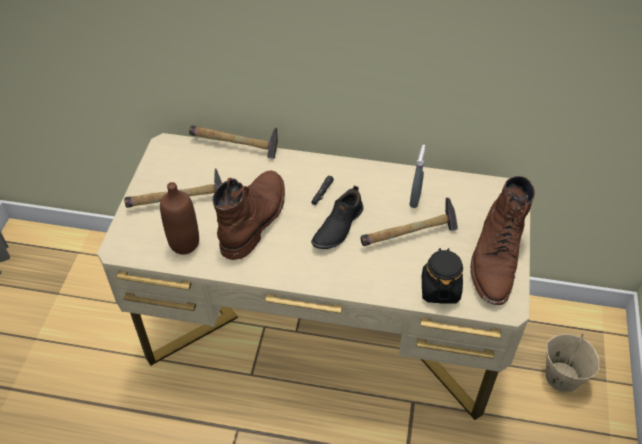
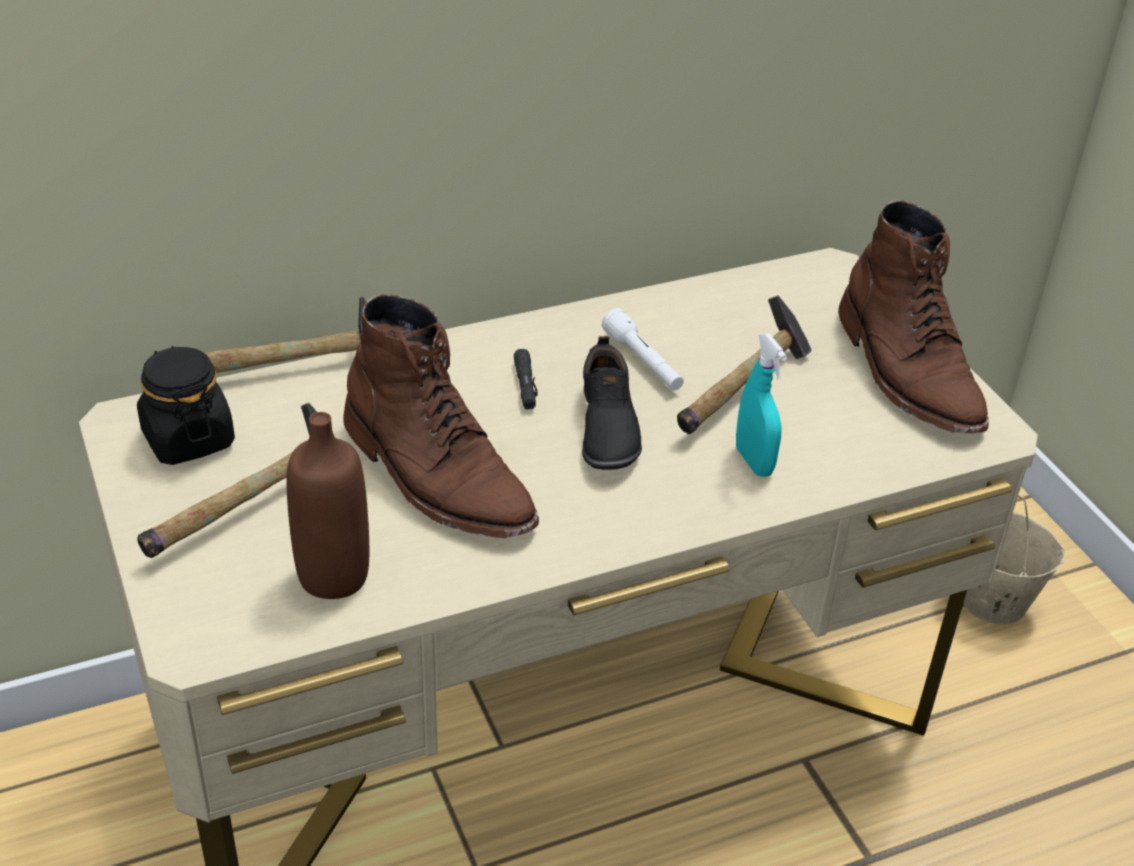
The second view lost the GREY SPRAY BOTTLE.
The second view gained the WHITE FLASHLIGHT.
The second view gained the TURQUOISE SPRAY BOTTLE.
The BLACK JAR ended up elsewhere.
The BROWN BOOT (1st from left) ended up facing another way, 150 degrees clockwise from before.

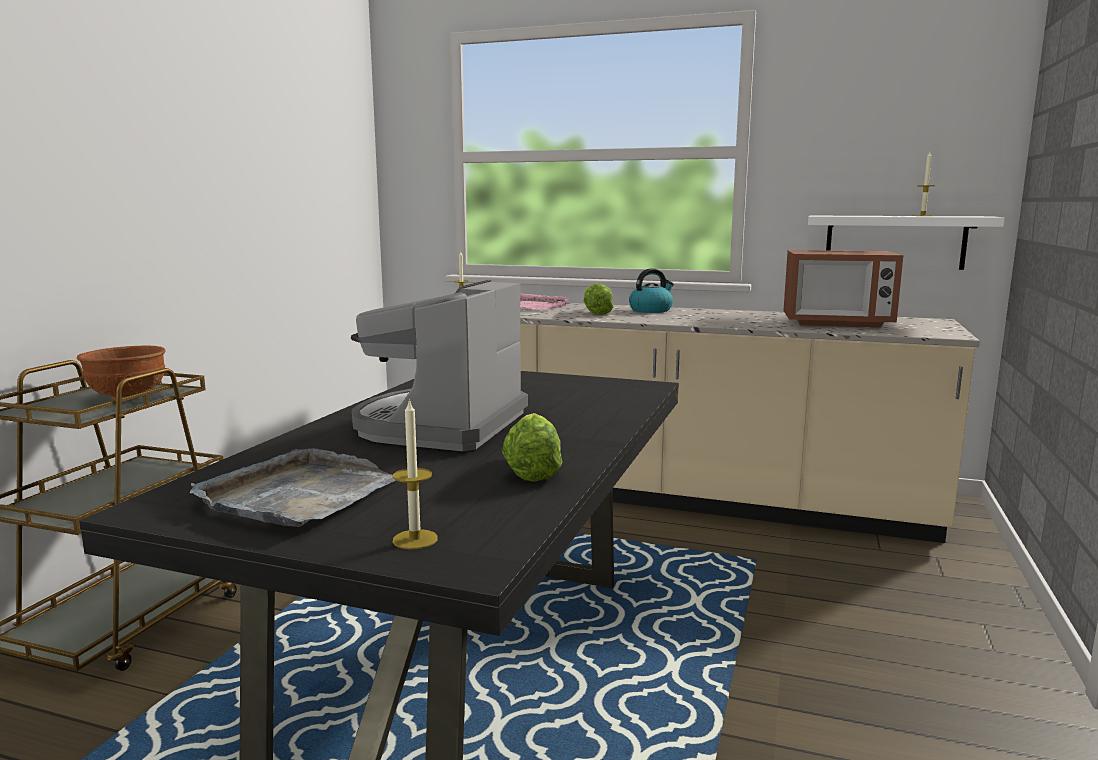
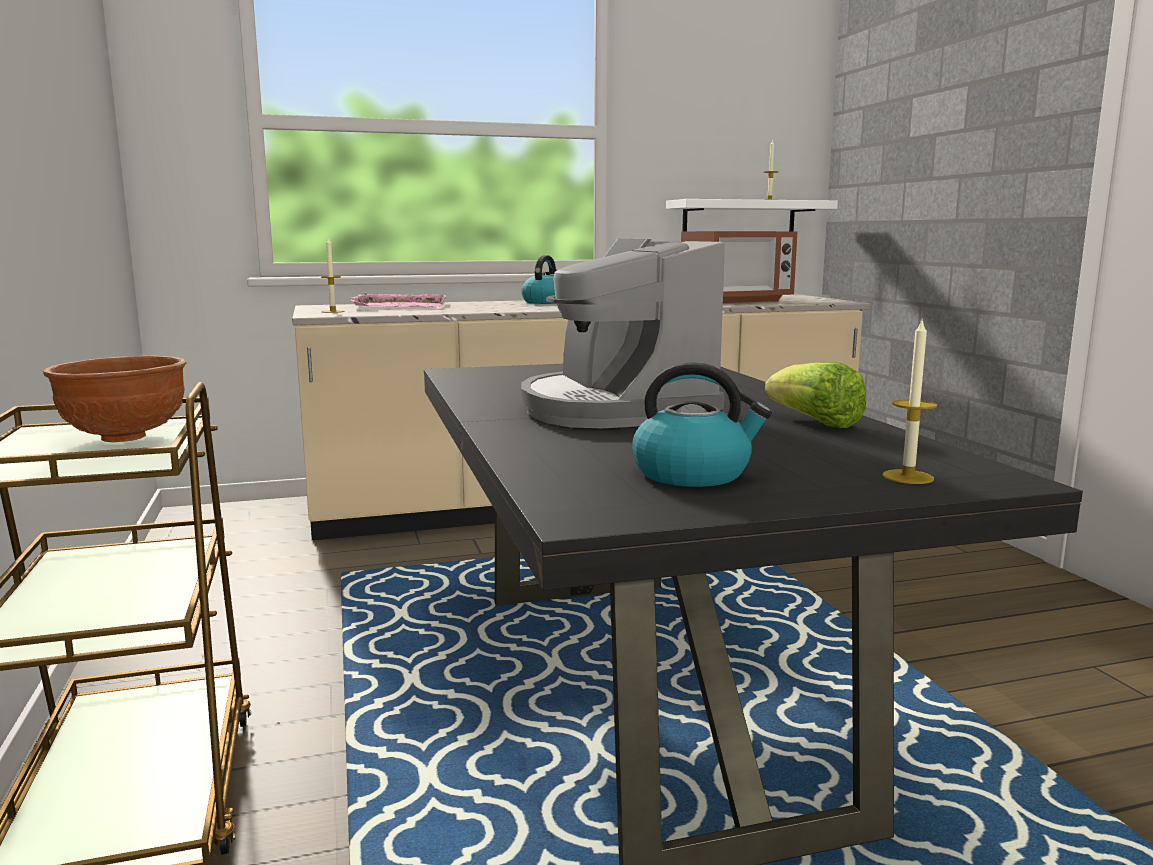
The second view lost the LETTUCE (2nd from left).
Where the GREY TRAY stood, the KETTLE (2nd from left) came to stand.

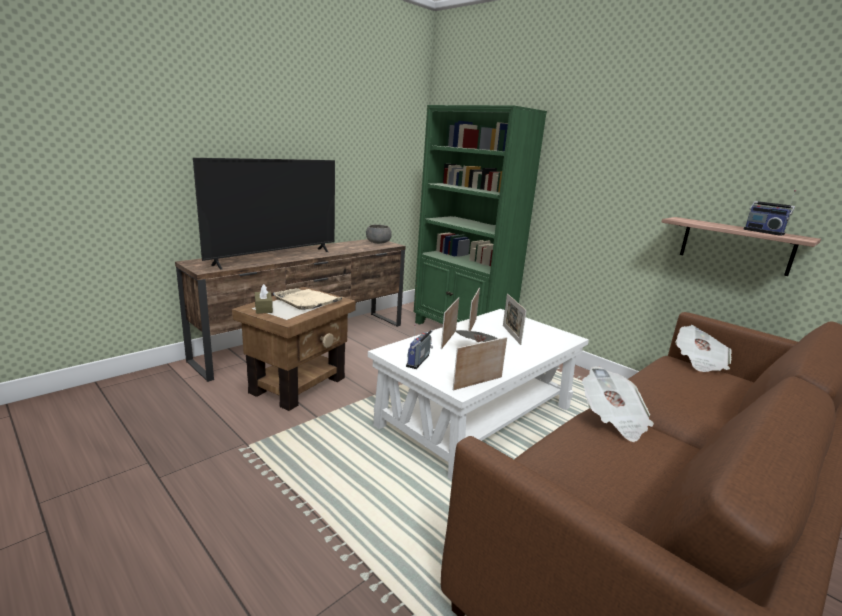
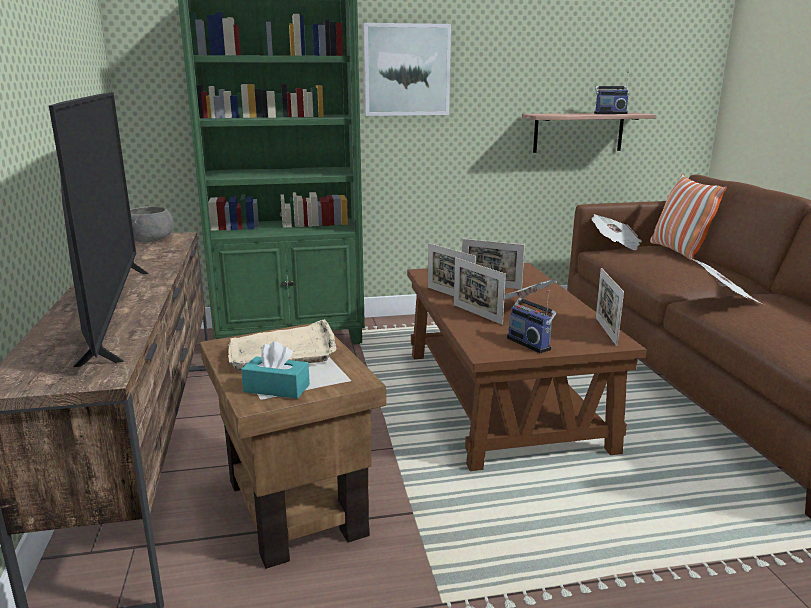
The second view gained the PICTURE.
The second view gained the PILLOW.
What was the BROWN TISSUE BOX turned into the TURQUOISE TISSUE BOX.
What was the WHITE COFFEE TABLE turned into the BROWN COFFEE TABLE.

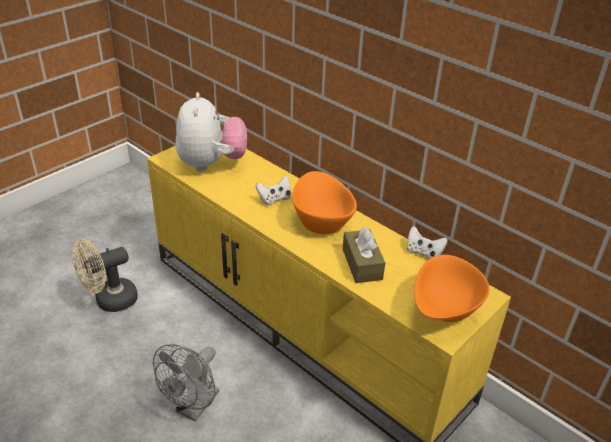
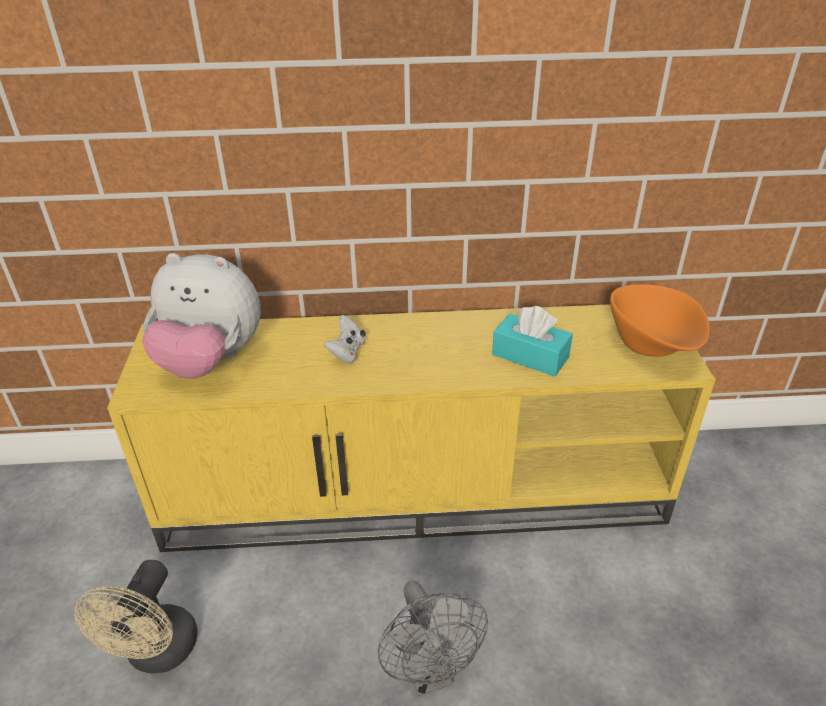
The second view lost the ORANGE BOWL (1st from left).
The second view lost the WHITE GAME CONTROLLER (2nd from left).
What was the BROWN TISSUE BOX turned into the TURQUOISE TISSUE BOX.
The PLUSH TOY ended up facing another way, 150 degrees clockwise from before.

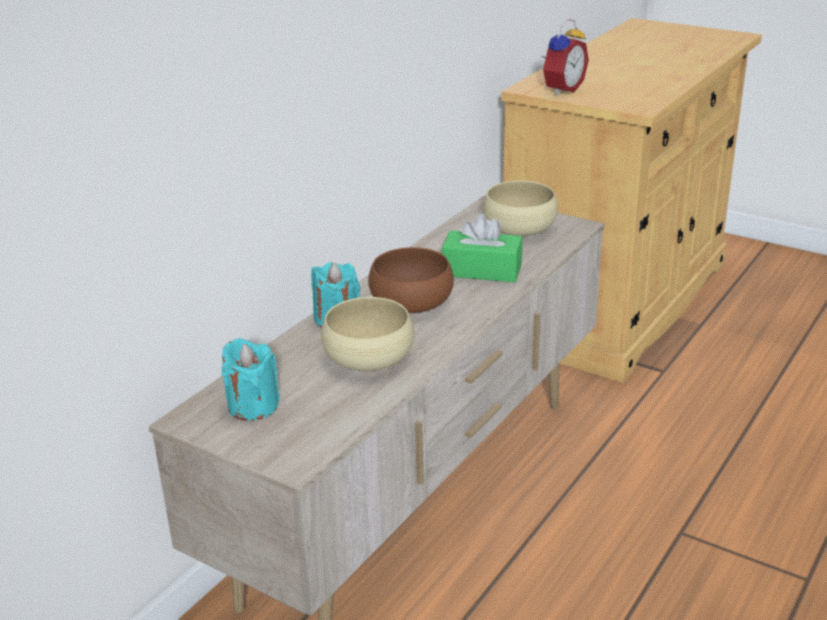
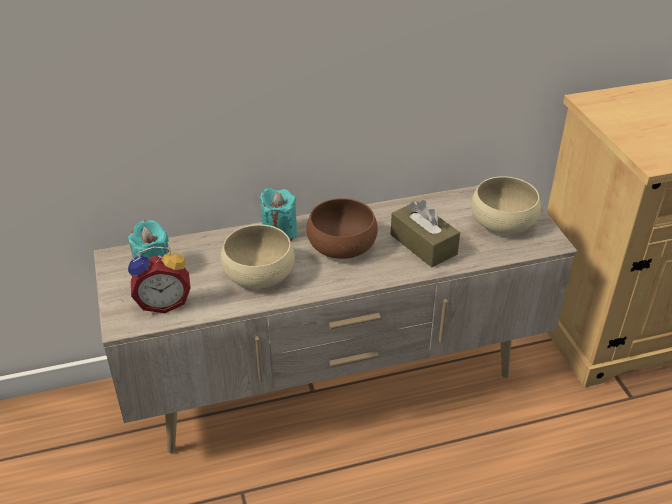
The ALARM CLOCK ended up elsewhere.
What was the GREEN TISSUE BOX turned into the BROWN TISSUE BOX.

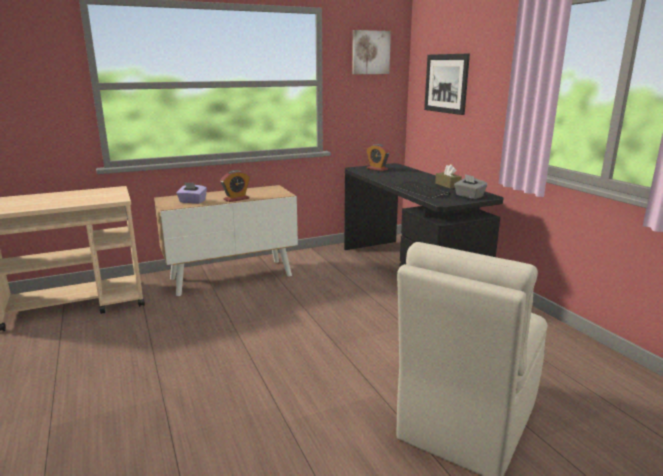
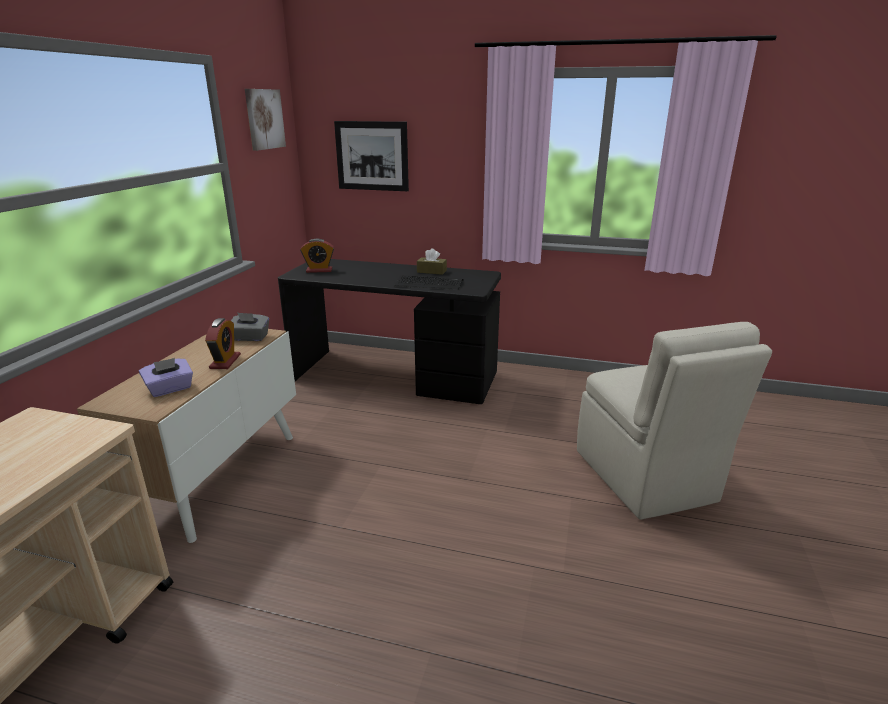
The GREY TISSUE BOX ended up elsewhere.

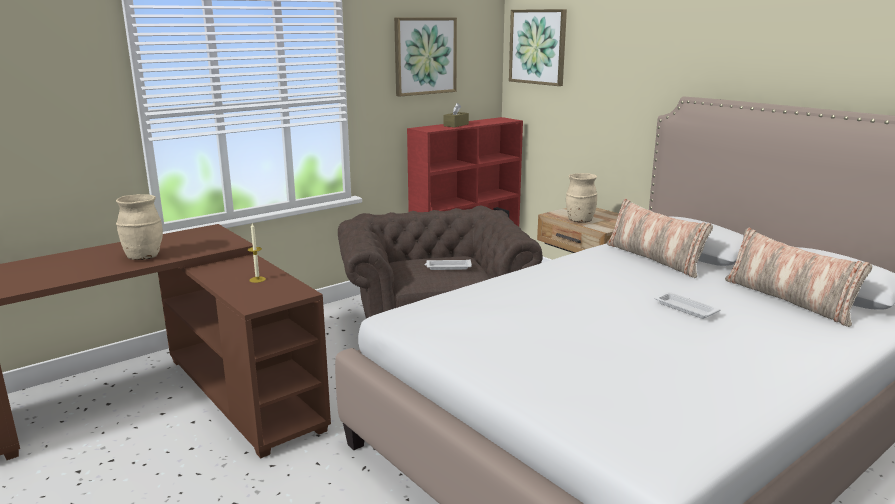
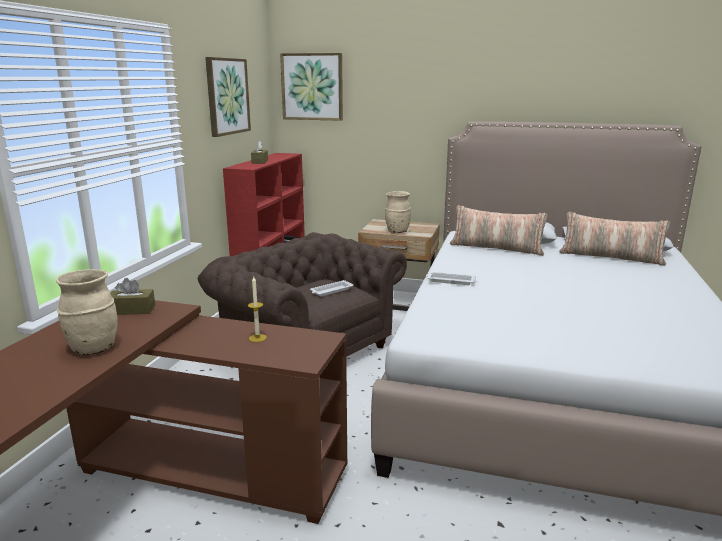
The second view gained the BROWN TISSUE BOX (1st from left).
The WHITE TRAY (2nd from left) ended up elsewhere.

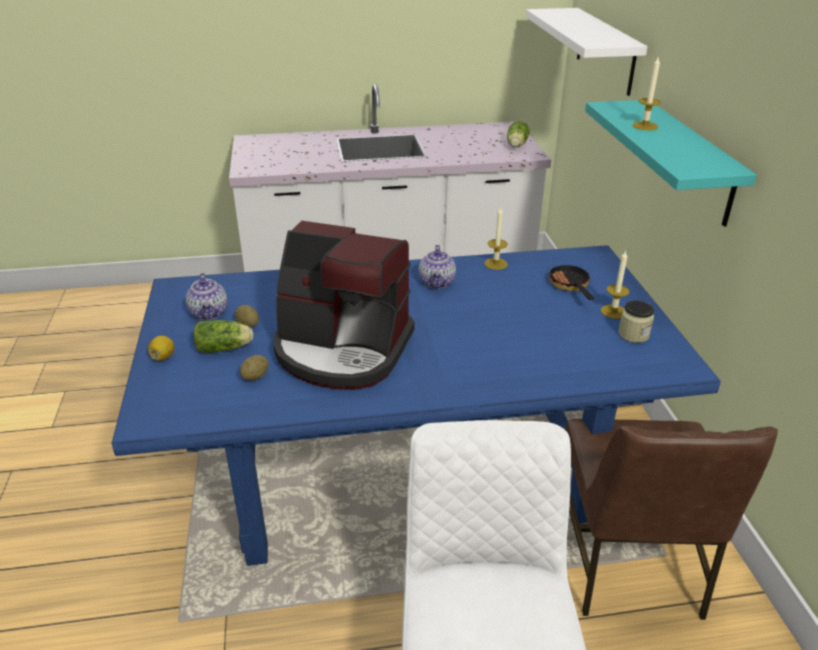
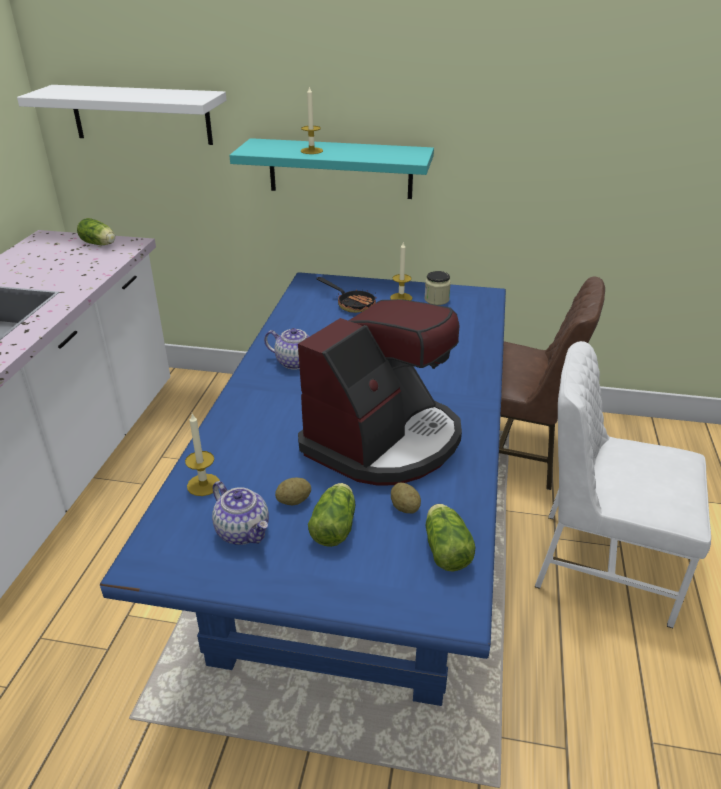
The second view lost the LEMON.
The second view gained the LETTUCE (3rd from left).
The CANDLE (1st from left) ended up elsewhere.
The TEAPOT (1st from left) ended up facing another way, 45 degrees clockwise from before.
The FRYING PAN ended up facing another way, 150 degrees counterclockwise from before.

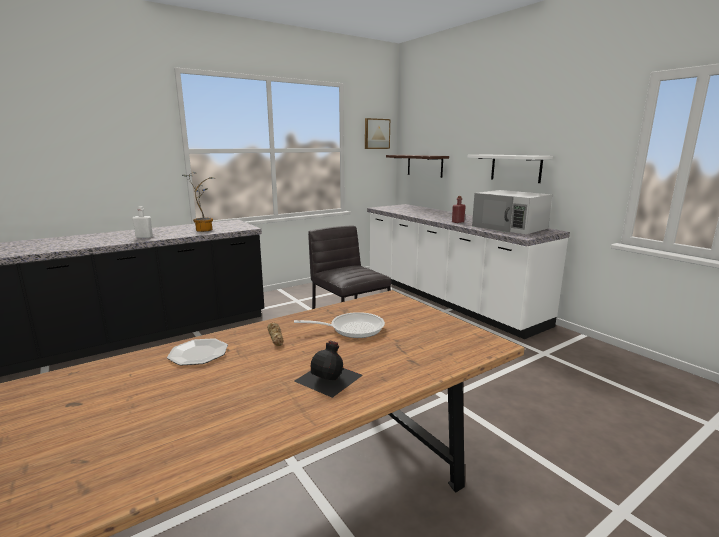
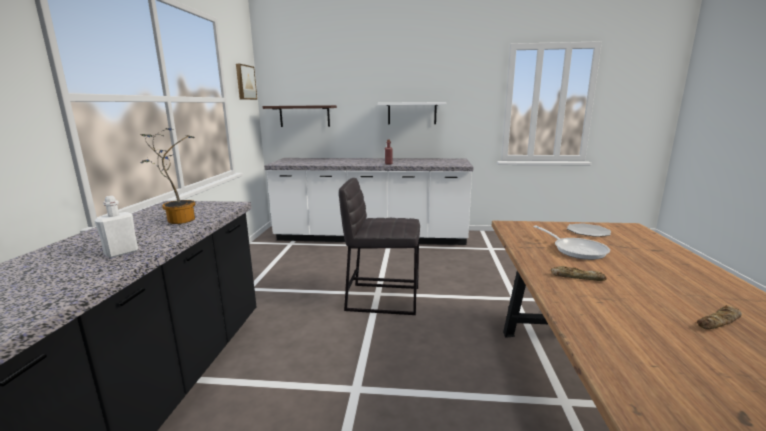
The second view lost the BLACK BOTTLE.
The second view lost the WHITE MICROWAVE.
The second view gained the BREAD (2nd from left).
The PLATE ended up elsewhere.
The FRYING PAN ended up facing another way, 120 degrees clockwise from before.

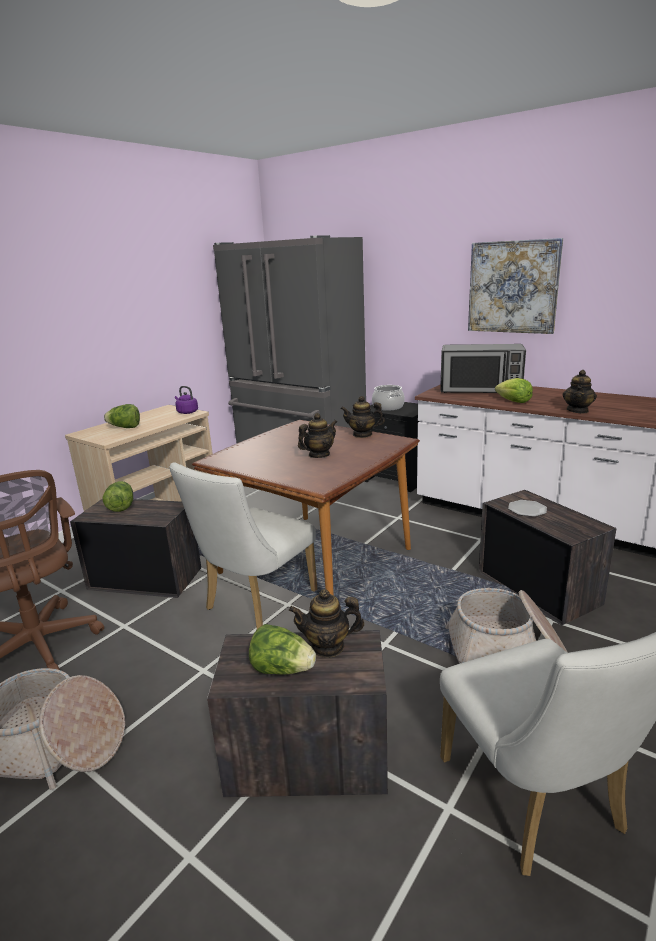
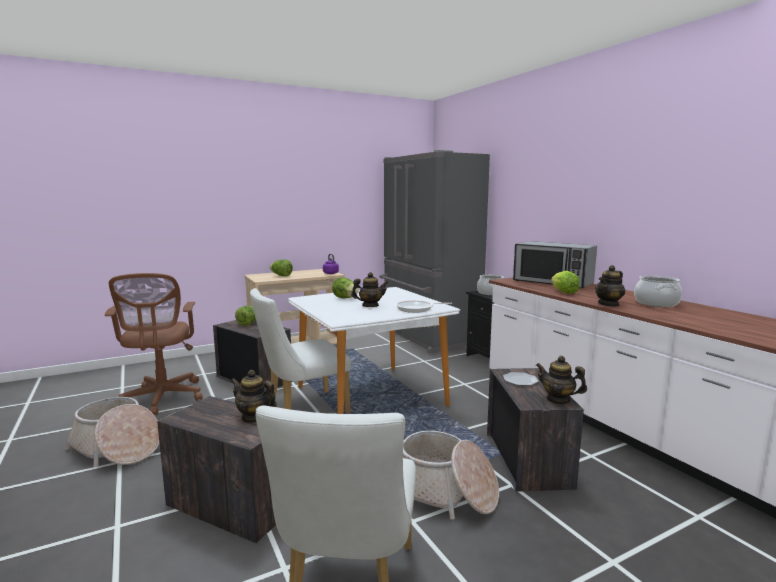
The second view lost the PICTURE.
The second view gained the FRYING PAN.
The second view gained the COOKING POT (2nd from left).
The LETTUCE (3rd from left) ended up elsewhere.
The TEAPOT (3rd from left) ended up elsewhere.
What was the BROWN DINING TABLE turned into the WHITE DINING TABLE.

